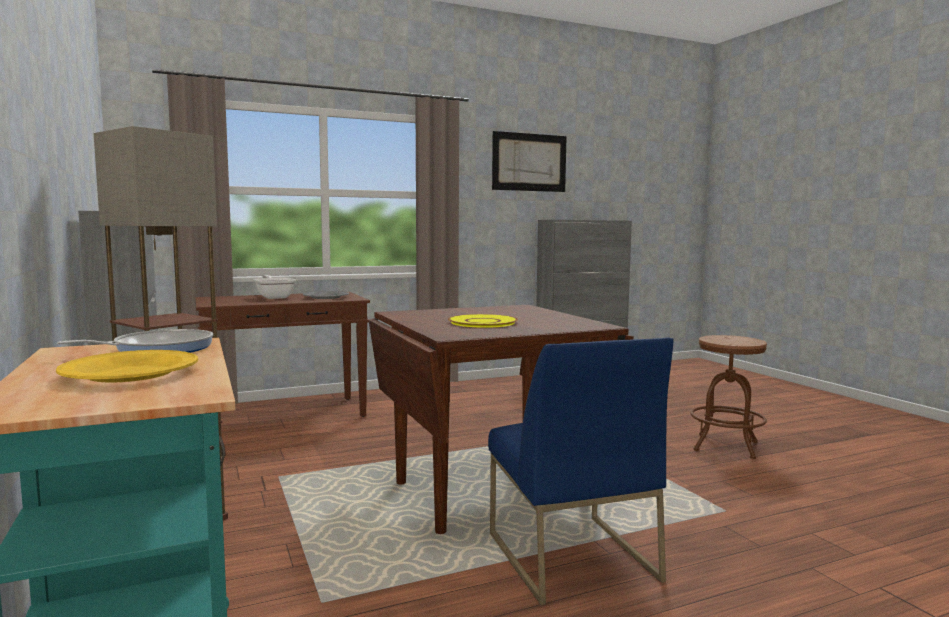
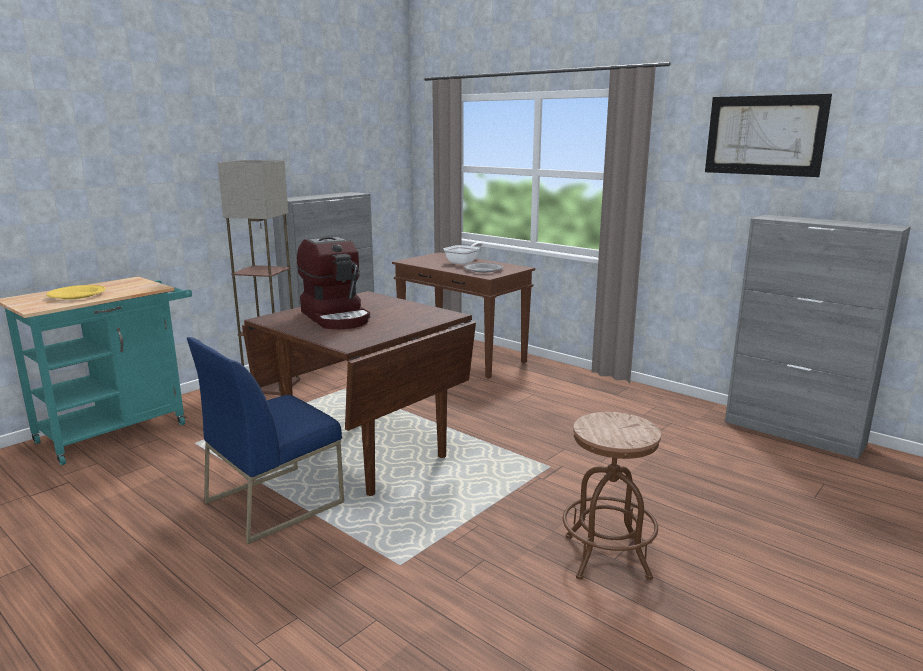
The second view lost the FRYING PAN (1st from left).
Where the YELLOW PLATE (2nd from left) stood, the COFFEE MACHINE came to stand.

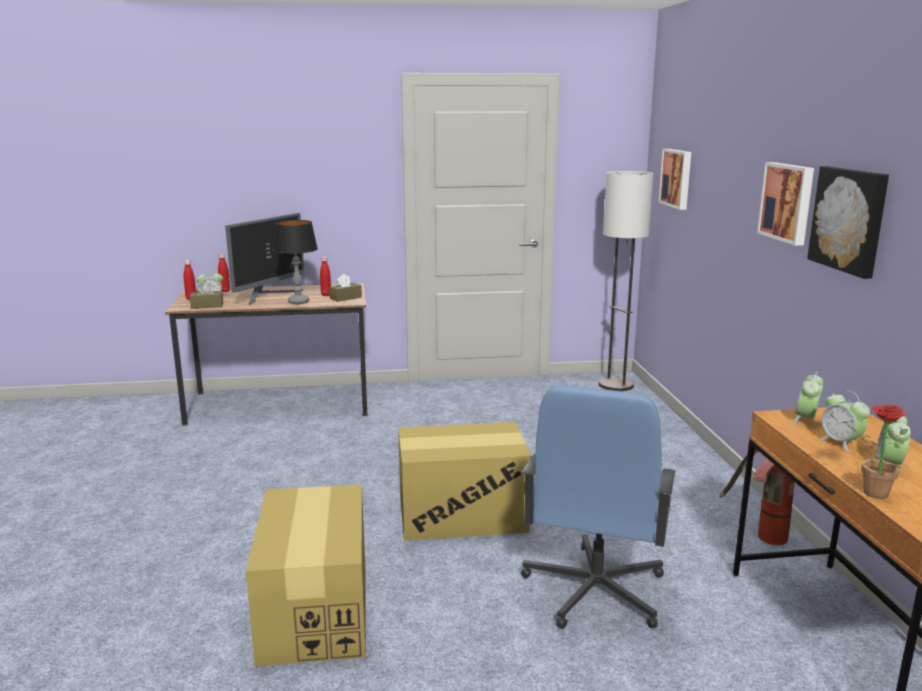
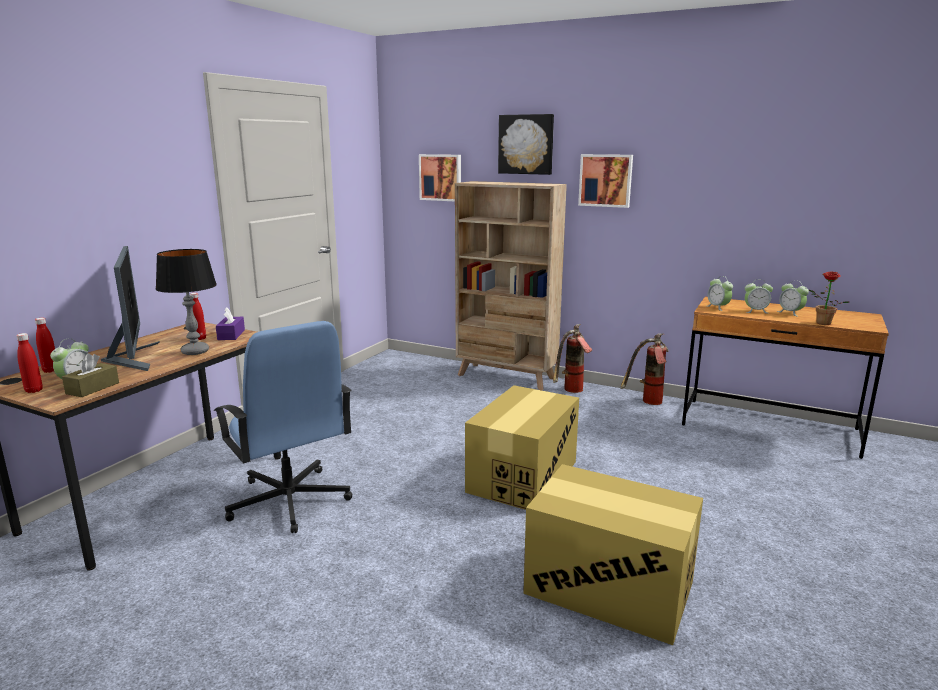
The second view lost the FLOOR LAMP.
The second view gained the BEIGE BOOKCASE.
The second view gained the FIRE EXTINGUISHER (1st from left).
The BLUE OFFICE CHAIR ended up elsewhere.
The PICTURE (3rd from left in the first image) ended up elsewhere.
What was the BROWN TISSUE BOX (2nd from left) turned into the PURPLE TISSUE BOX.

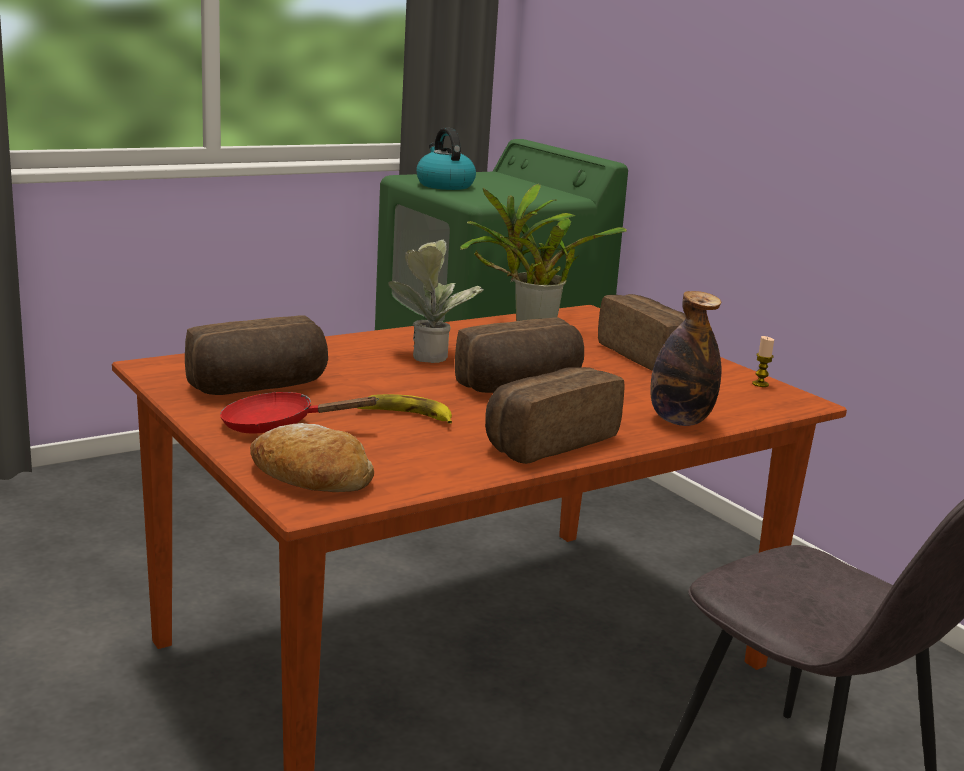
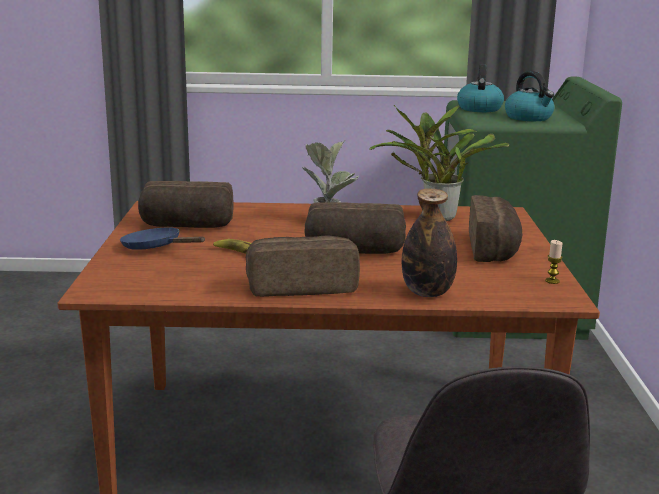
The second view lost the BREAD (2nd from left).
The second view gained the KETTLE (2nd from left).
What was the RED FRYING PAN turned into the BLUE FRYING PAN.

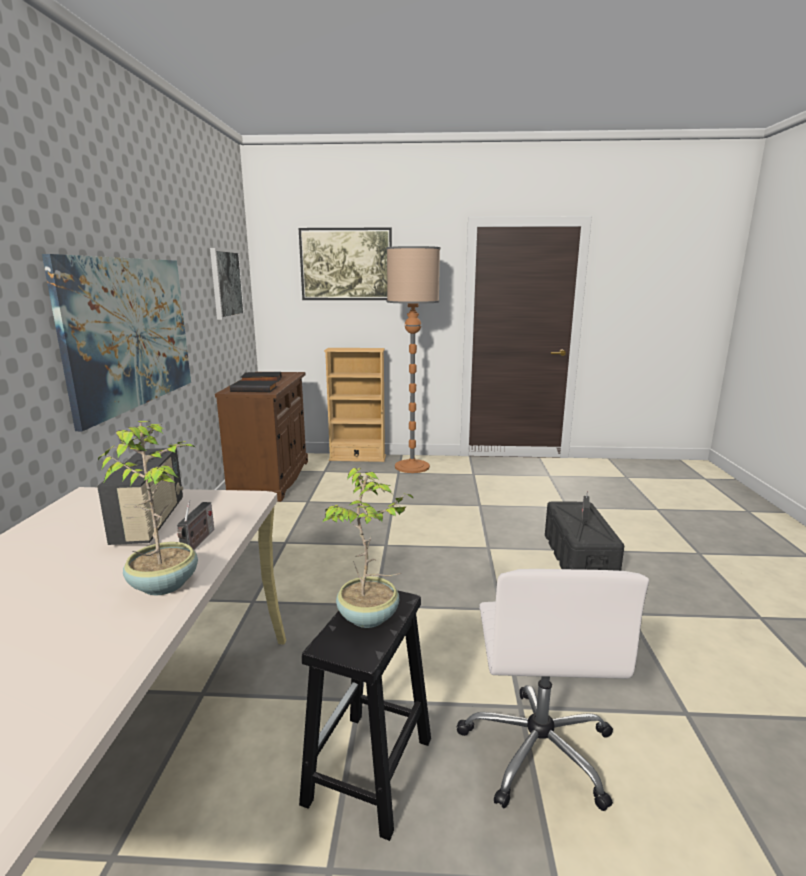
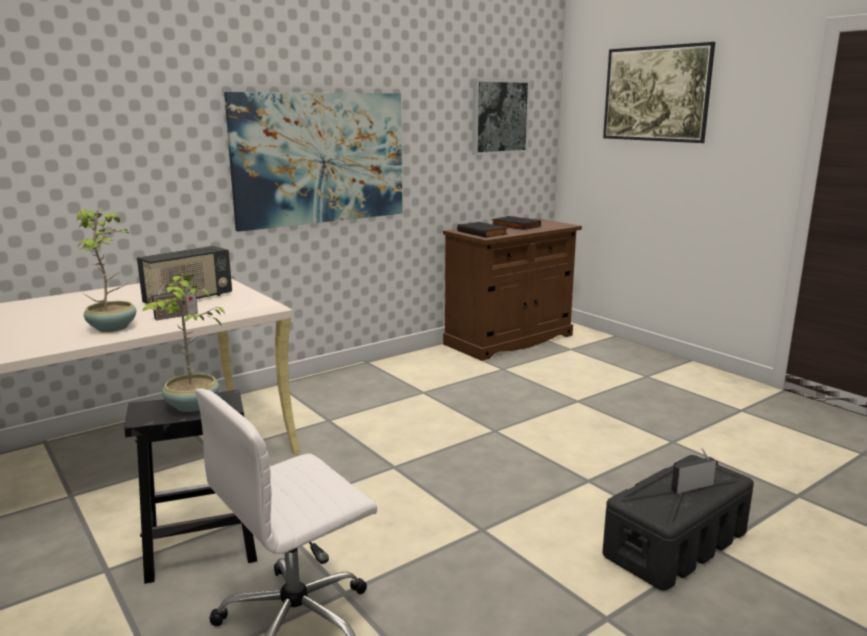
The second view lost the BEIGE BOOKCASE.
The second view lost the FLOOR LAMP.

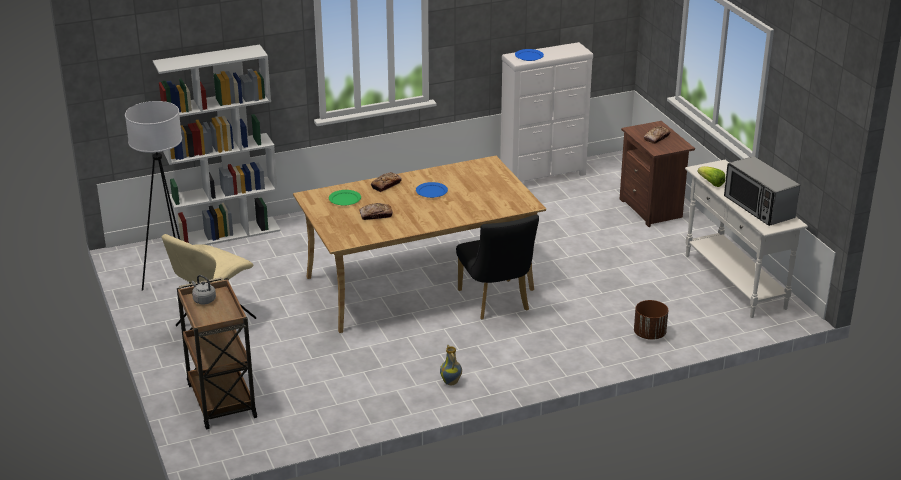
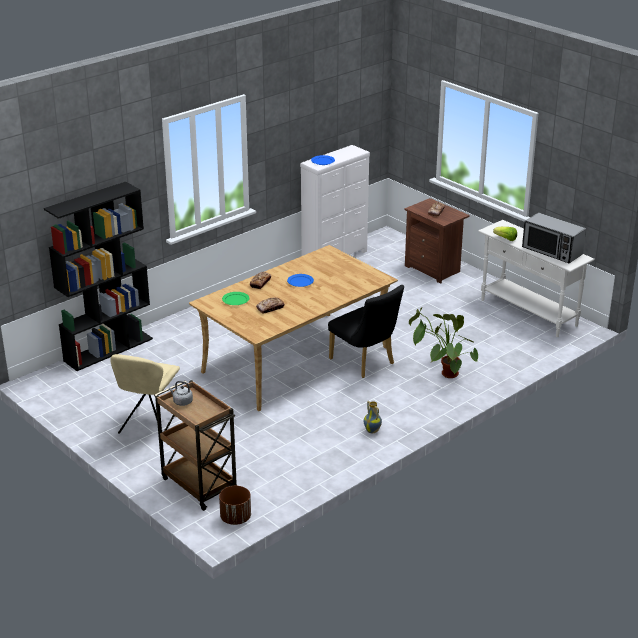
The second view lost the WHITE FLOOR LAMP.
The second view gained the POTTED PLANT.
The BROWN PLANTER ended up elsewhere.
What was the WHITE BOOKCASE turned into the BLACK BOOKCASE.

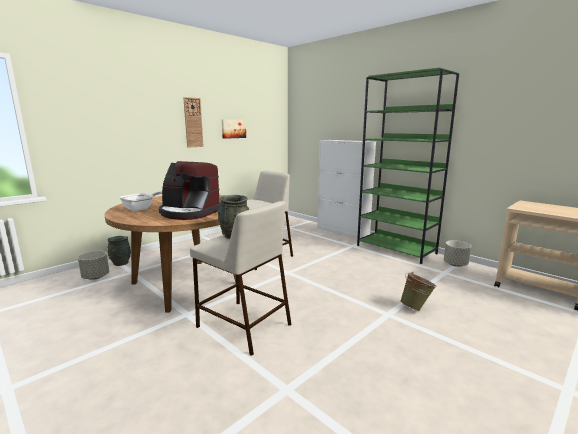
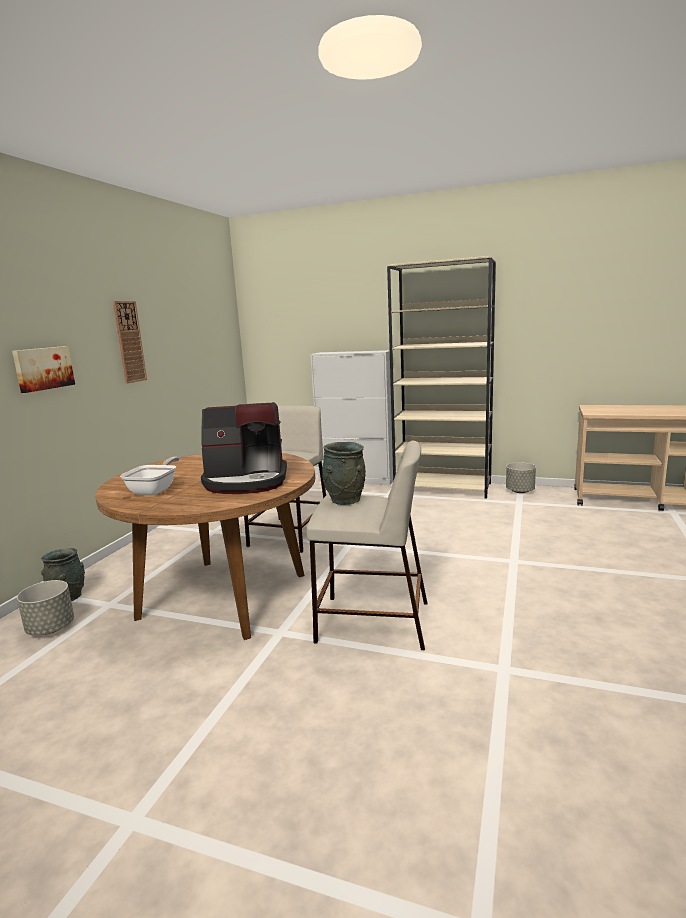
The second view lost the GREEN BUCKET.
The PICTURE ended up elsewhere.
What was the GREEN BOOKCASE turned into the BEIGE BOOKCASE.

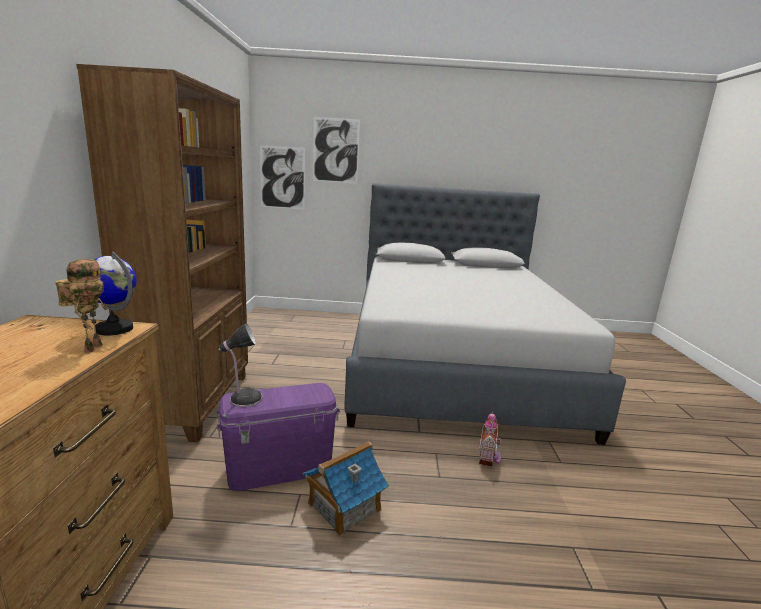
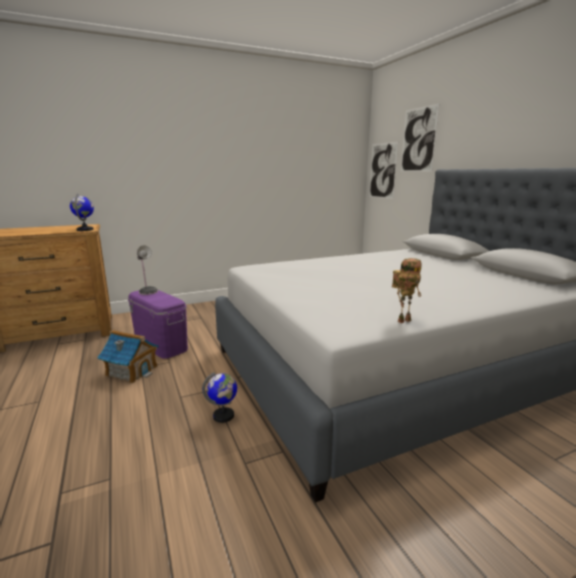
The second view lost the BROWN BOOKCASE.
The TOY ROBOT ended up elsewhere.
Where the TOY HOUSE (2nd from left) stood, the GLOBE (2nd from left) came to stand.

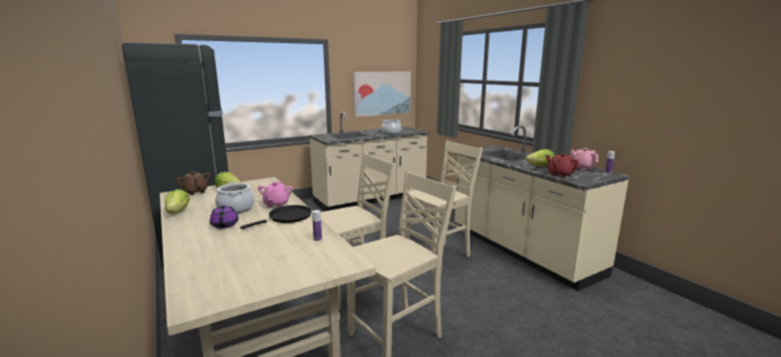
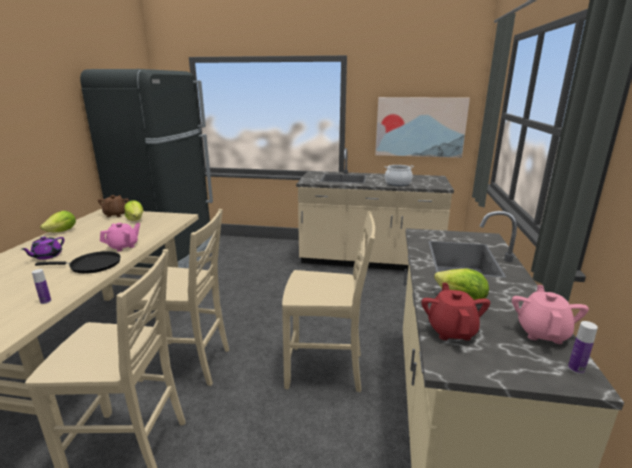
The second view lost the COOKING POT (1st from left).

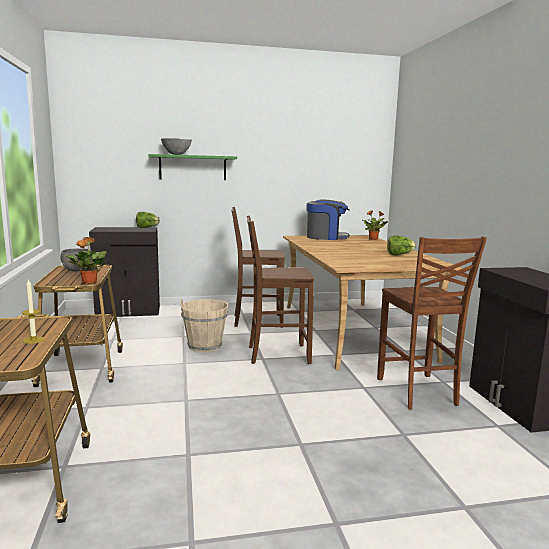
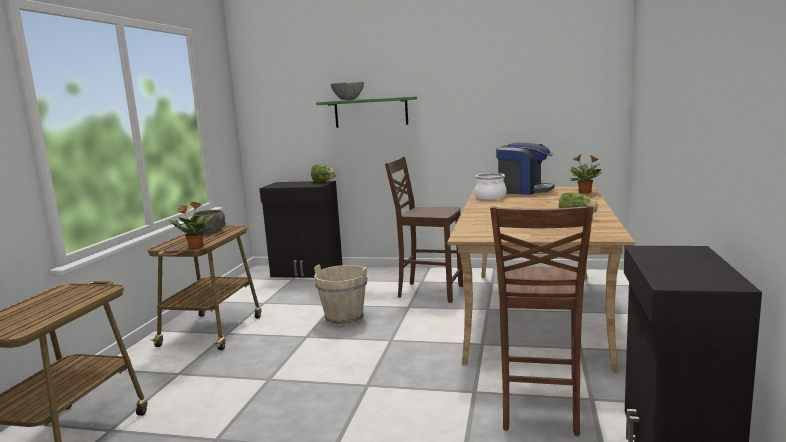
The second view lost the CANDLE.
The second view lost the BROWN CHAIR (2nd from left).
The second view gained the COOKING POT.

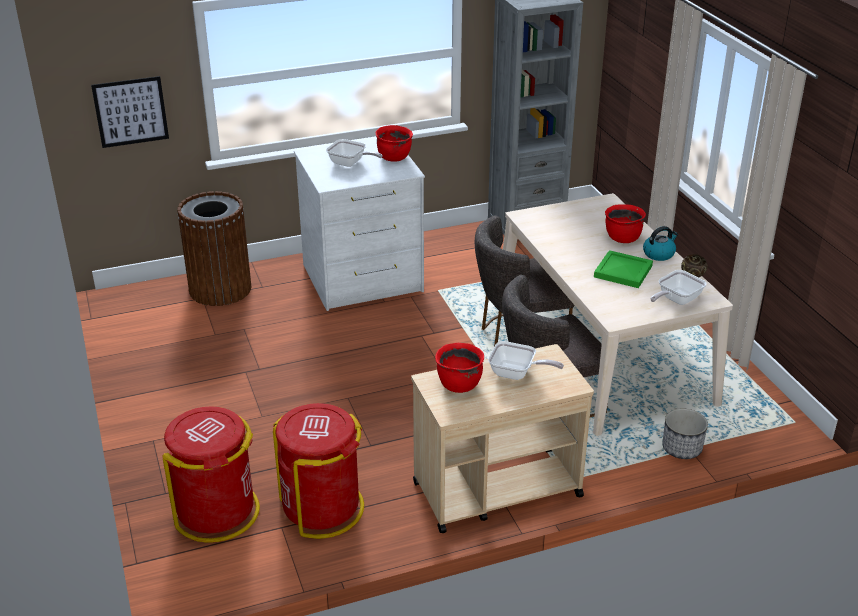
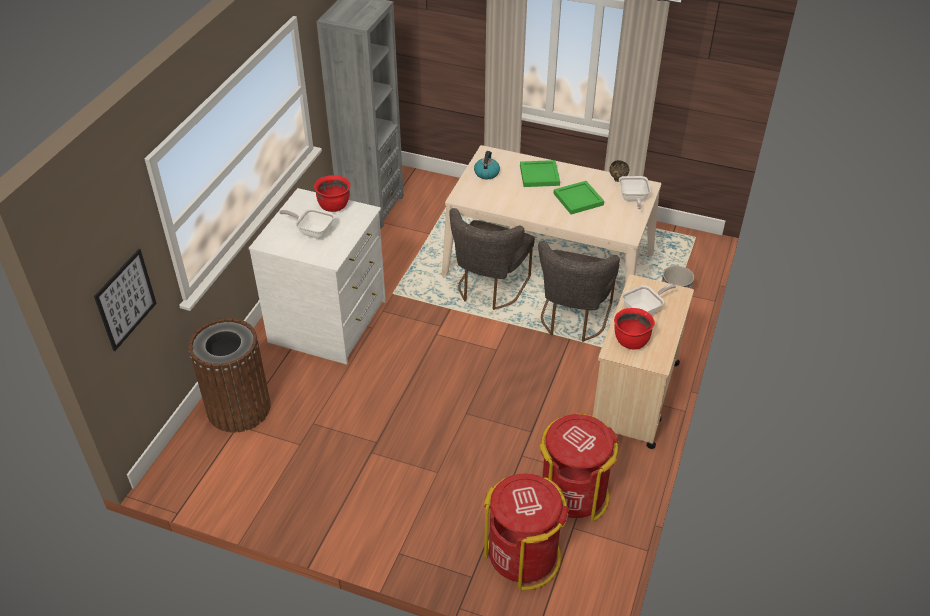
The KETTLE ended up elsewhere.
Where the RED COOKING POT (3rd from left) stood, the GREEN TRAY (1st from left) came to stand.
The FRYING PAN (1st from left) ended up facing another way, 135 degrees counterclockwise from before.

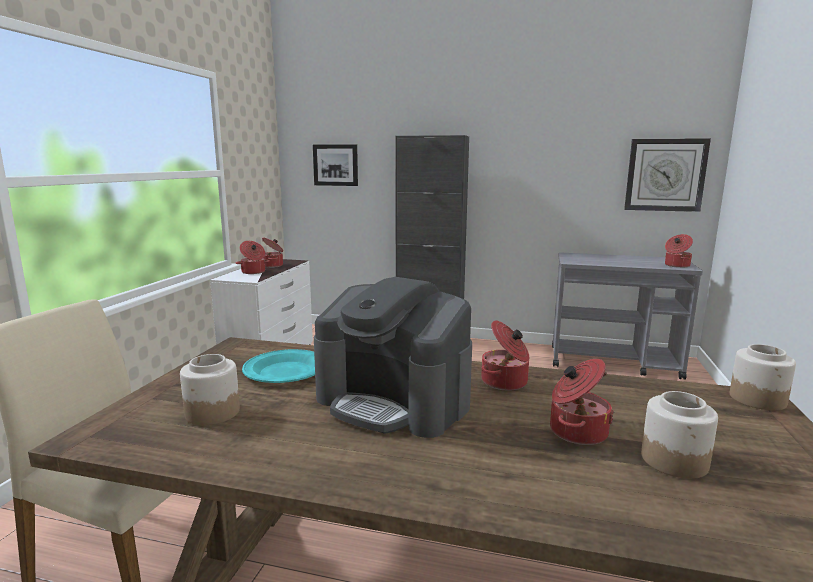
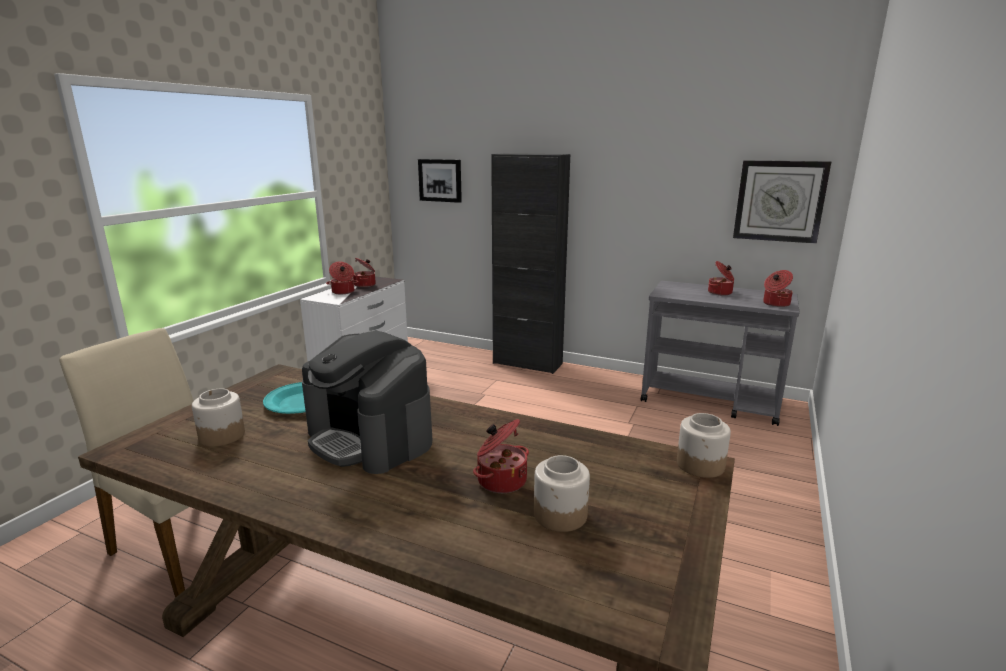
The COOKING POT (3rd from left in the first image) ended up elsewhere.

